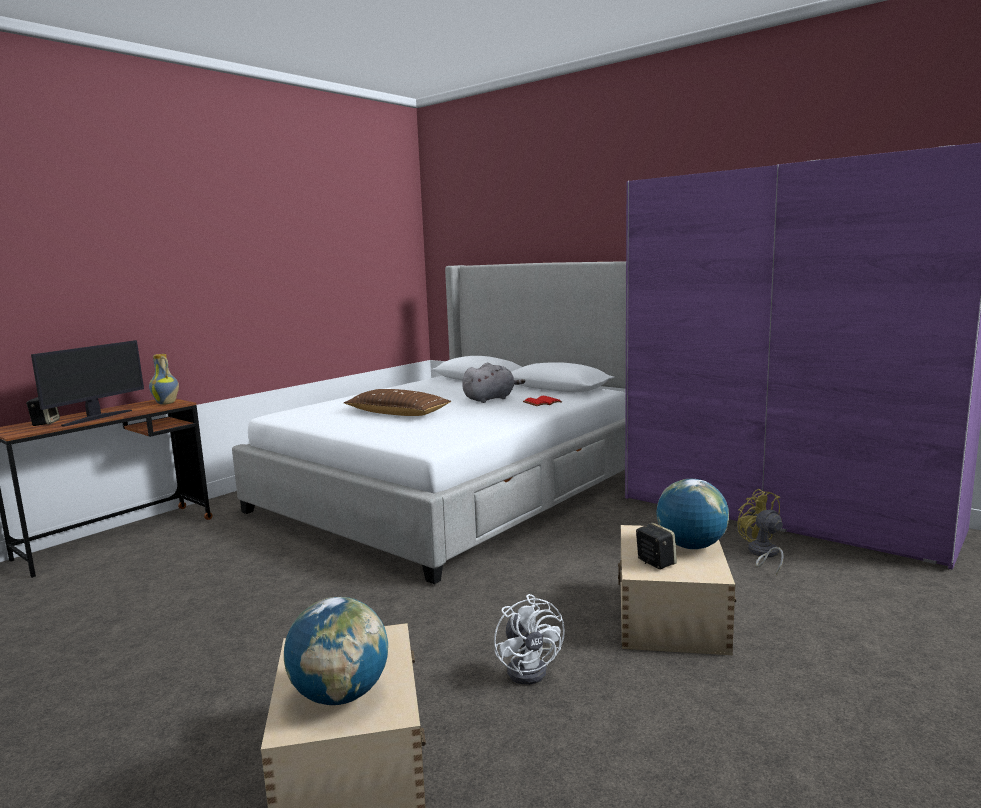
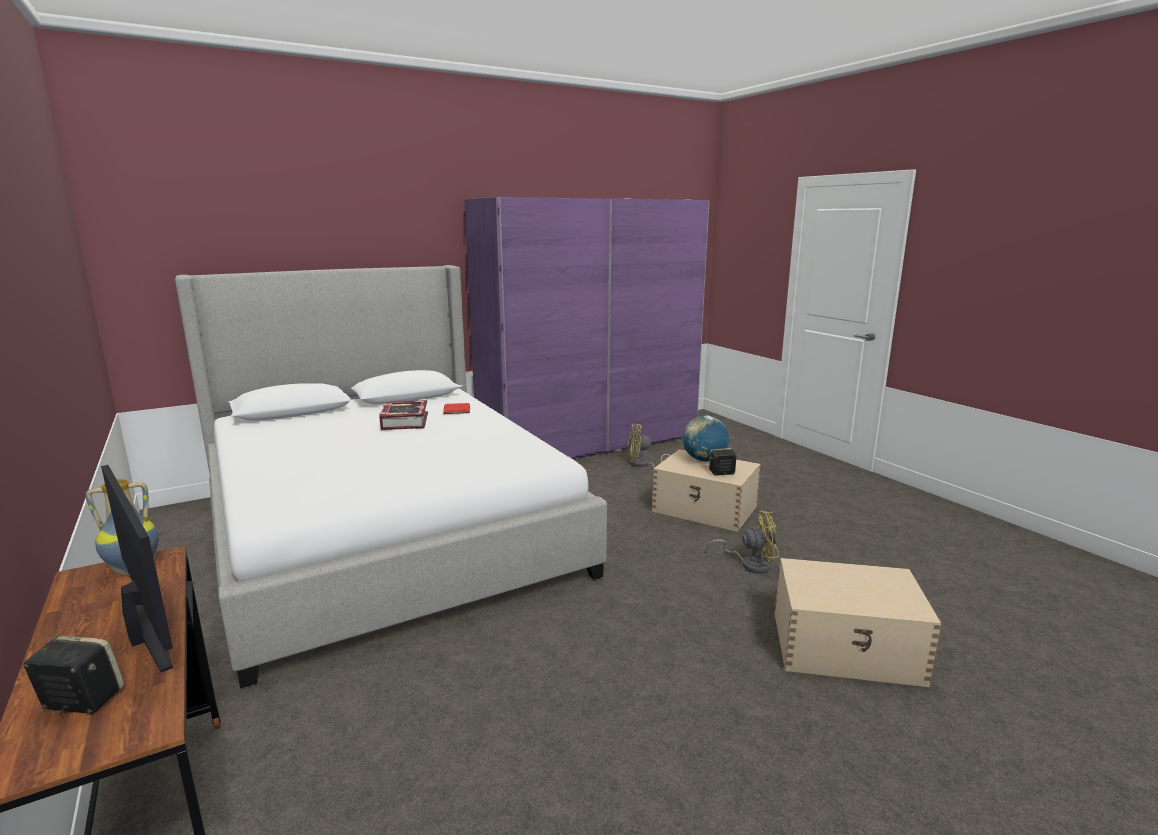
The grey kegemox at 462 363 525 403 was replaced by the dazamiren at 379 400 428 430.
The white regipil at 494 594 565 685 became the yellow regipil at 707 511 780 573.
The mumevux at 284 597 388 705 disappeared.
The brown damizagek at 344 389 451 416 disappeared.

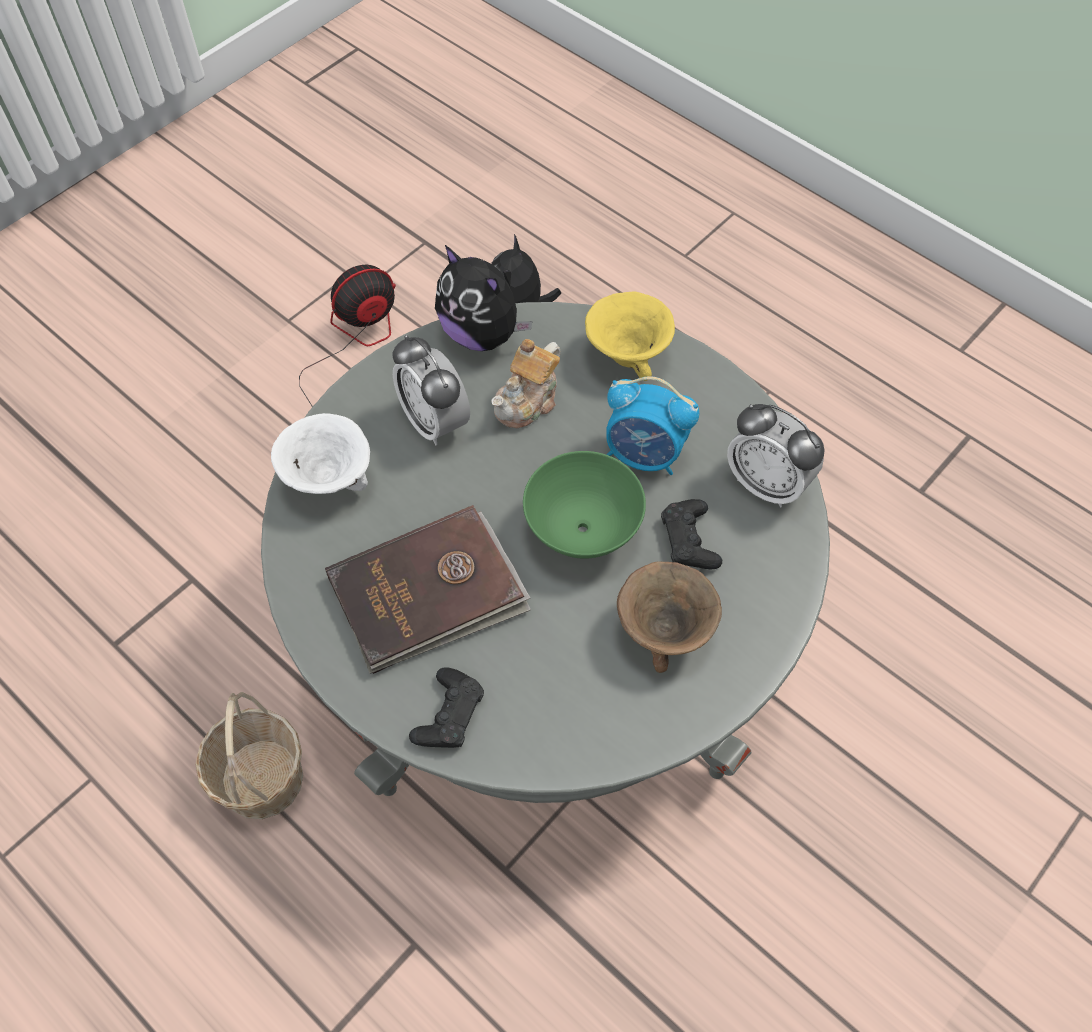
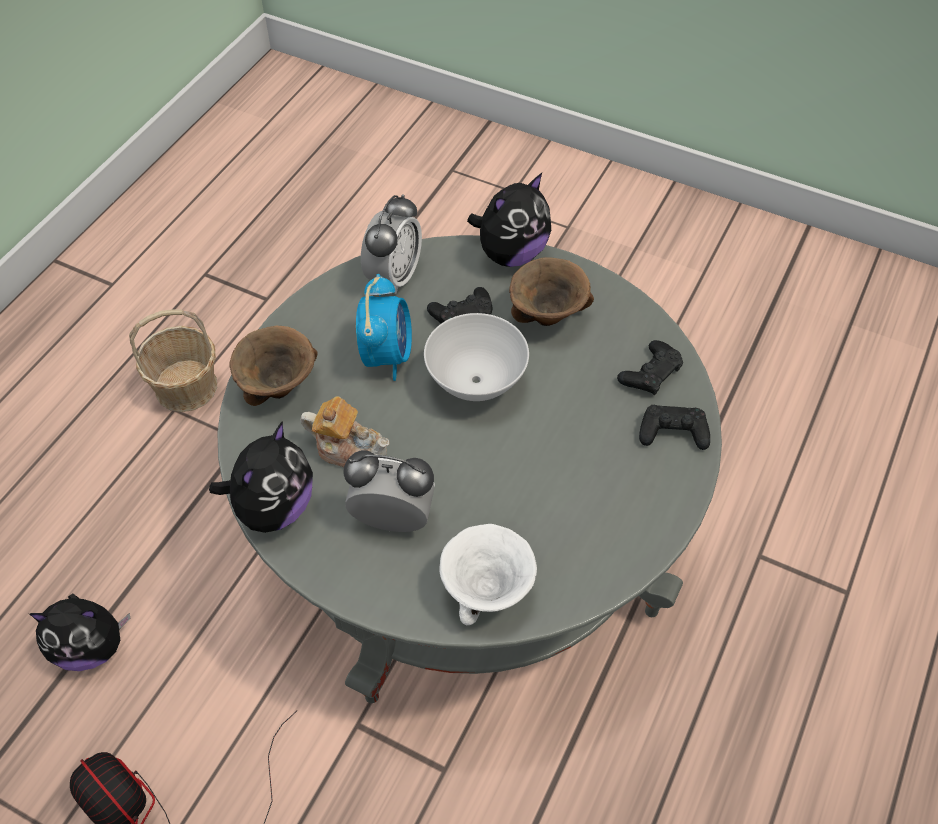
The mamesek moved from 195 692 303 819 to 129 309 217 412.
The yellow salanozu at 585 291 675 381 became the brown salanozu at 229 325 318 406.
The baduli at 393 335 470 445 turned 120 degrees counterclockwise.
The green salanozu at 523 451 646 559 became the white salanozu at 424 313 529 401.
The kegemox at 467 173 551 267 appeared.
The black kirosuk at 617 340 683 395 appeared.
The brown dazamiren at 325 505 531 674 disappeared.

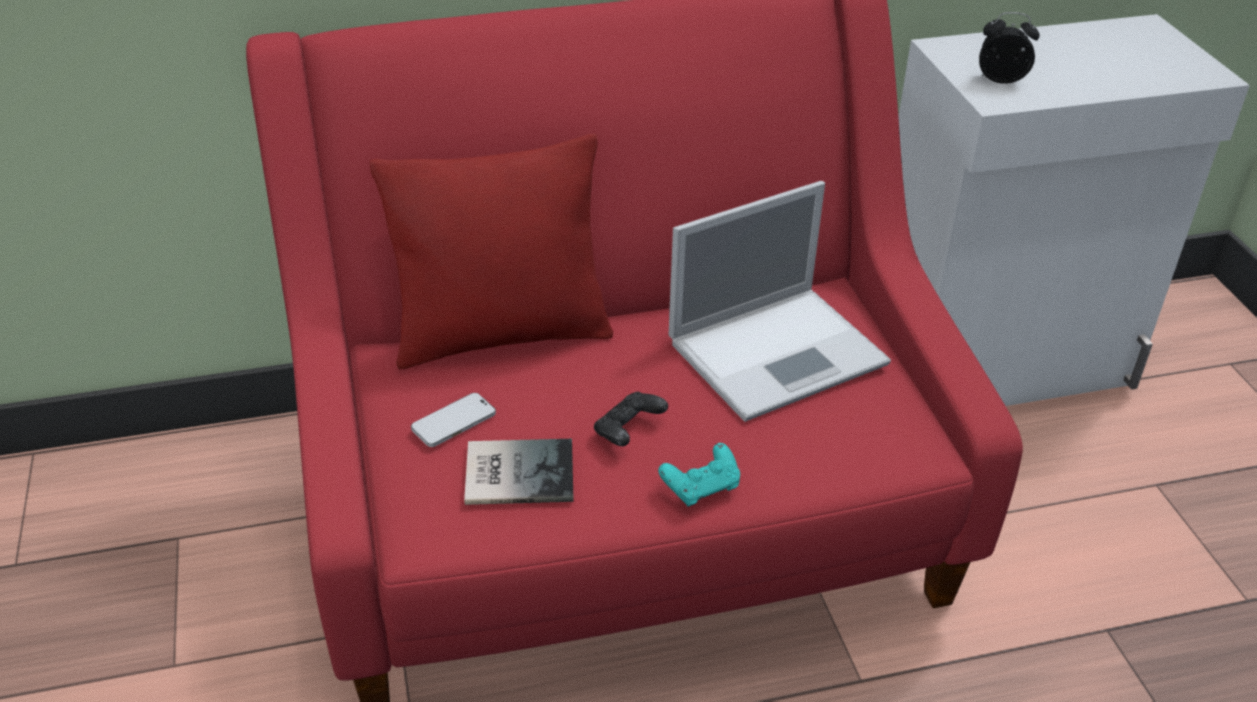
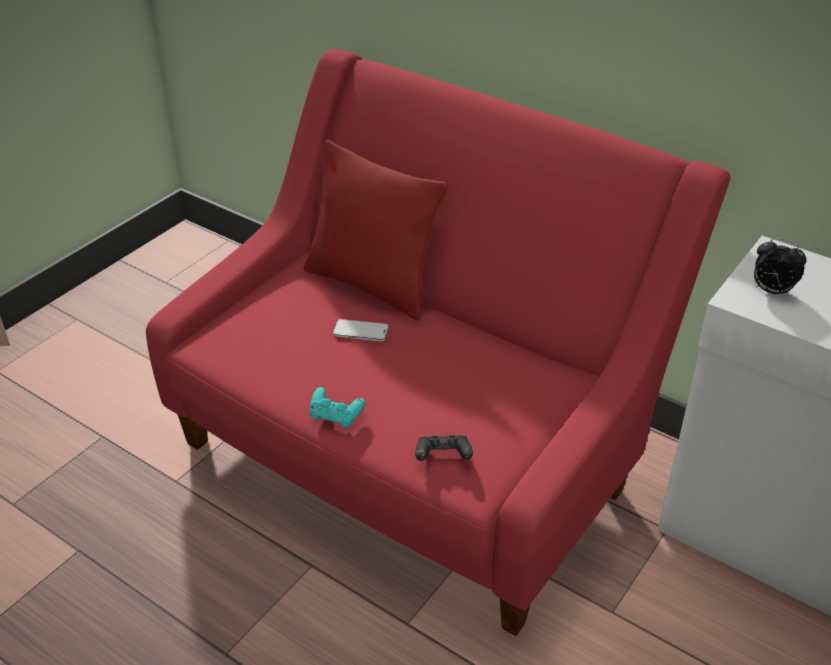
The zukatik moved from 411 393 496 447 to 333 319 389 342.
The black kirosuk moved from 594 392 668 446 to 415 435 473 461.
The baduli at 979 12 1040 84 turned 150 degrees clockwise.
The dazamiren at 464 439 574 505 disappeared.
The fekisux at 669 181 891 422 disappeared.

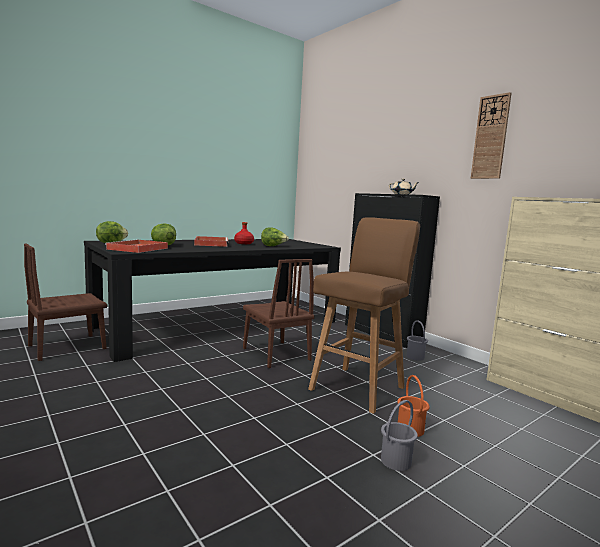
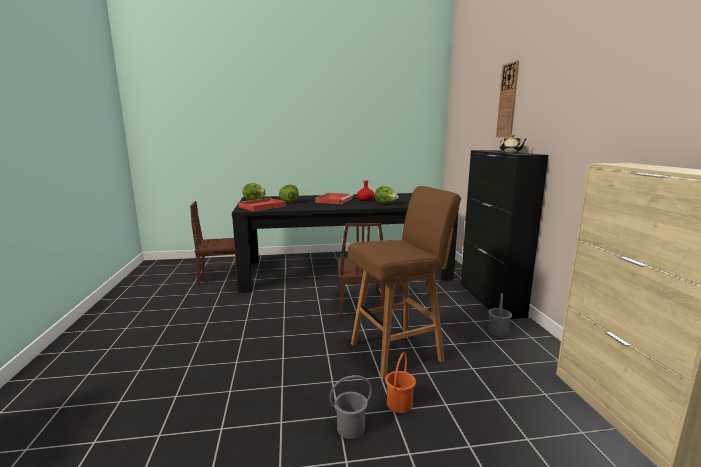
The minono moved from 471 92 511 179 to 496 61 519 137.

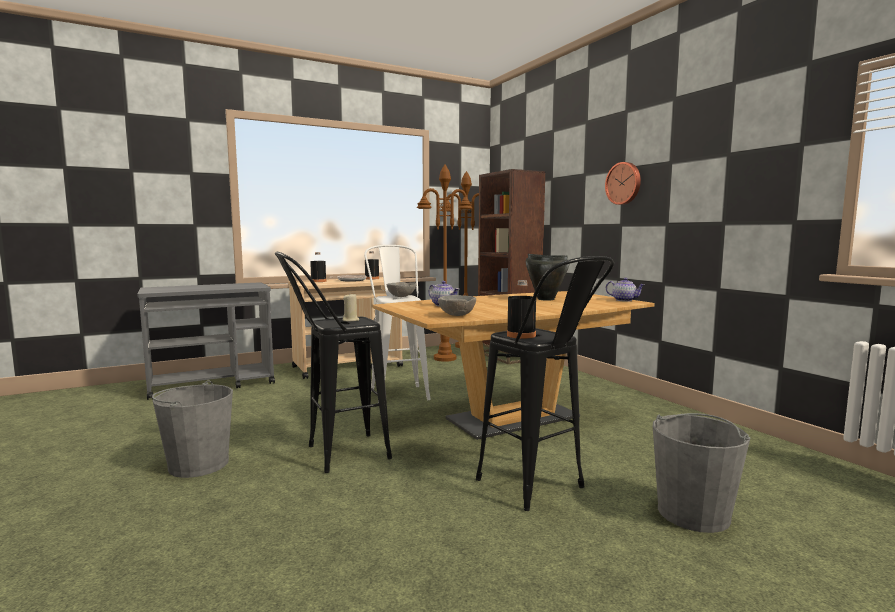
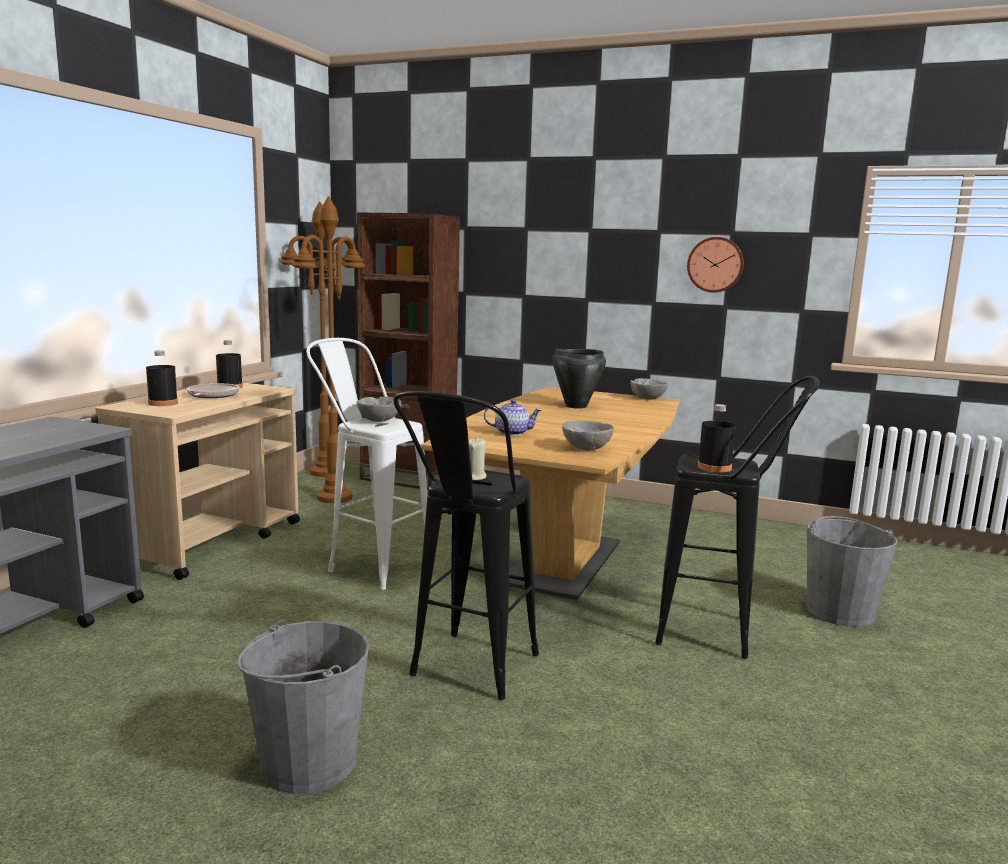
The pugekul at 606 278 644 302 was replaced by the grey salanozu at 630 378 668 400.
The minono moved from 605 162 641 205 to 687 237 744 293.

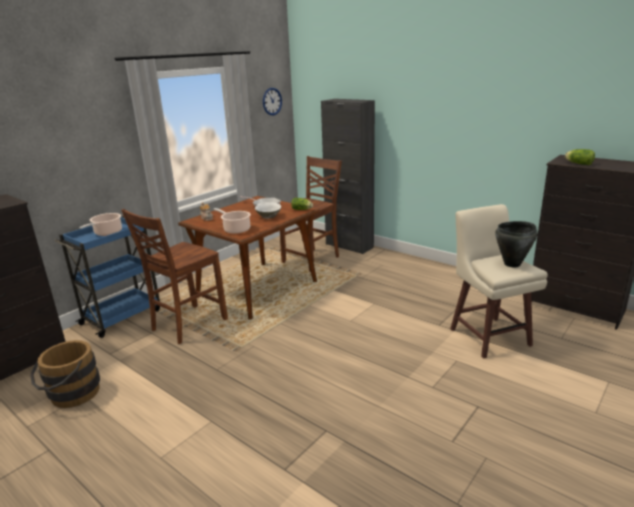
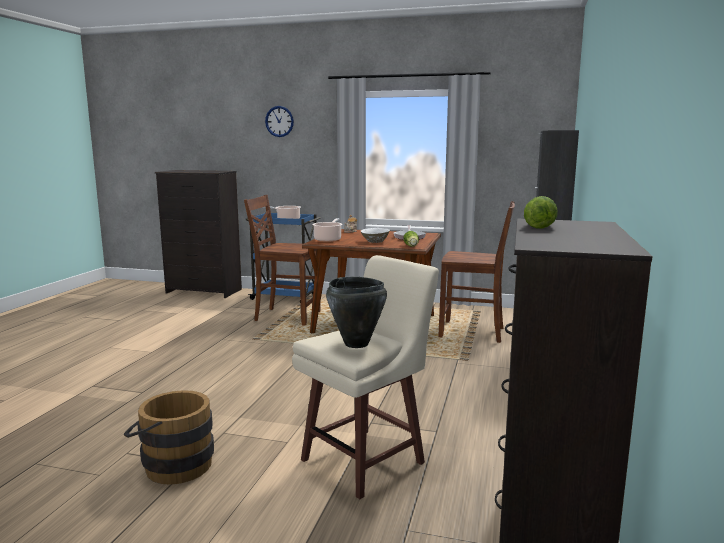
The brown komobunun moved from 30 340 100 408 to 124 390 214 485.
The minono moved from 263 88 282 115 to 265 106 294 137.

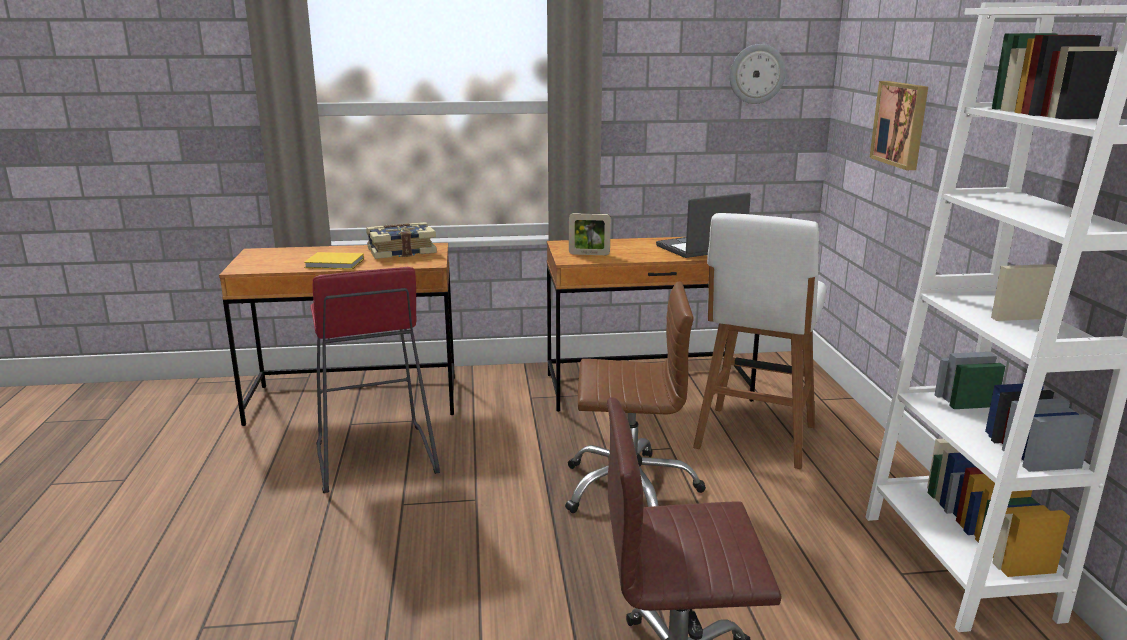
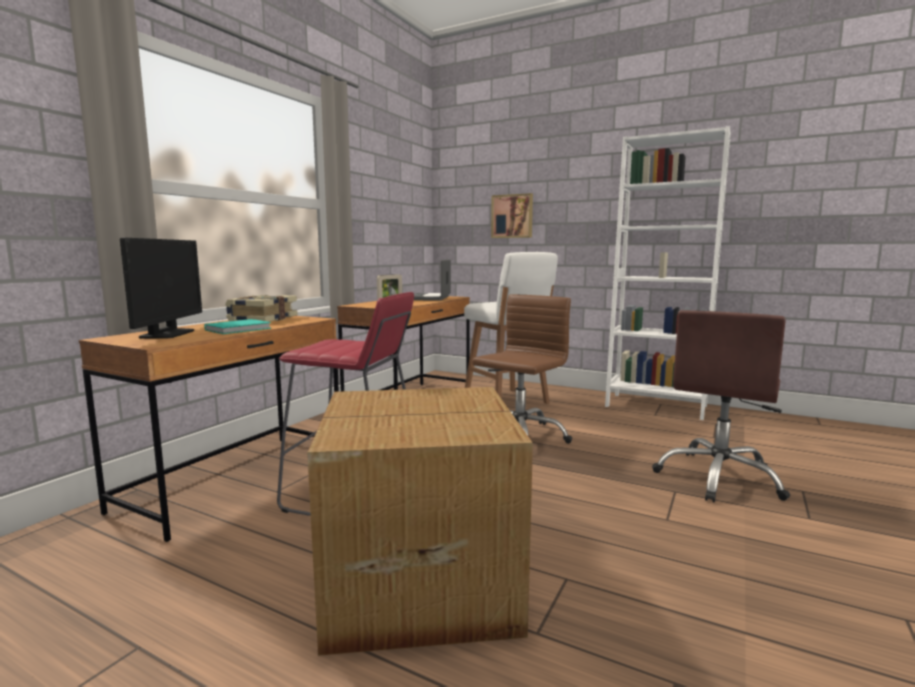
The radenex at 120 238 202 339 appeared.
The yellow dazamiren at 304 252 364 269 became the turquoise dazamiren at 204 319 271 334.
The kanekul at 307 387 533 656 appeared.
The minono at 730 44 786 104 disappeared.

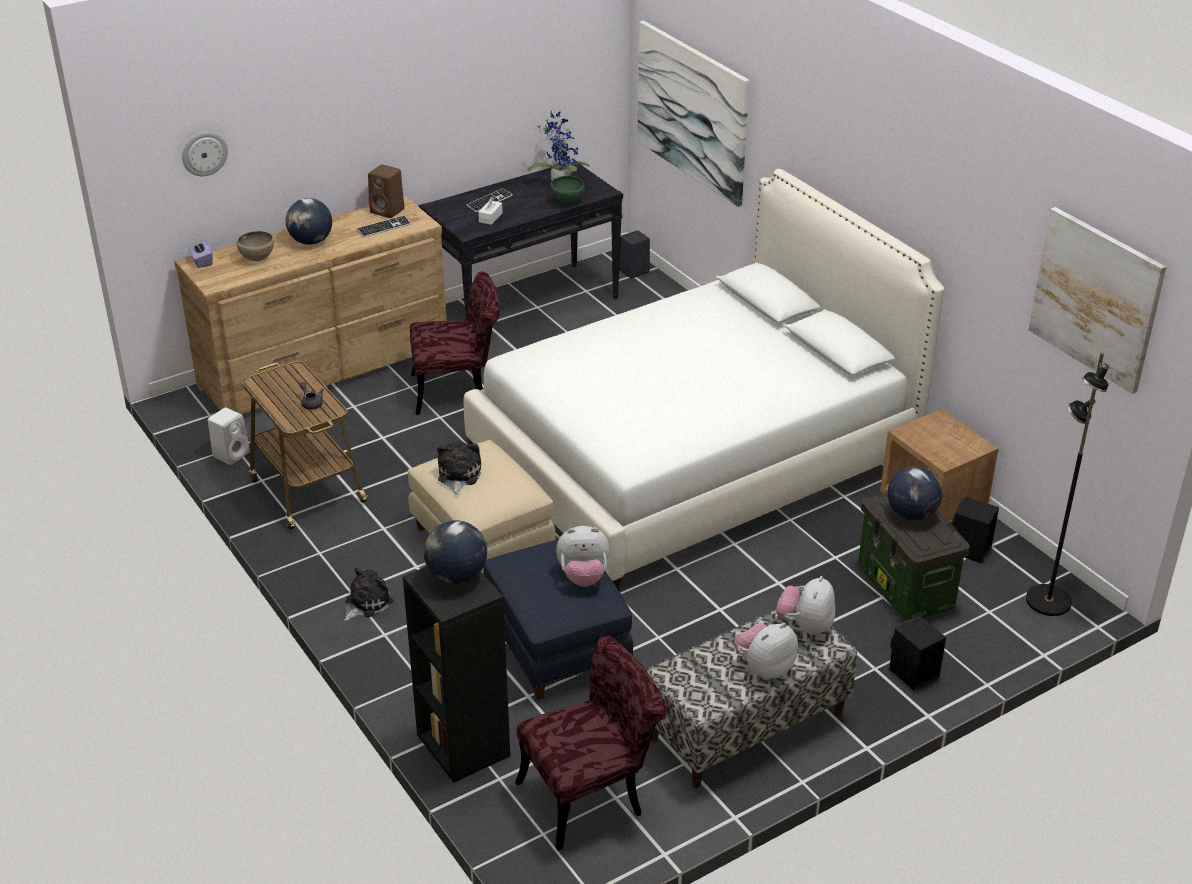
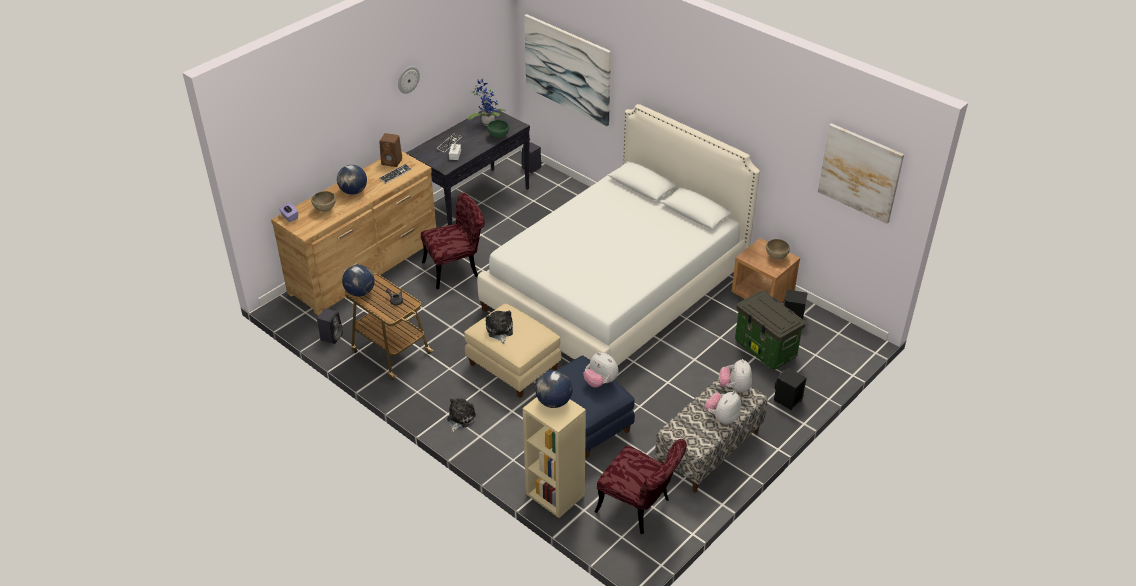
The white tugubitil at 207 408 250 465 became the black tugubitil at 317 308 343 344.
The mumevux moved from 887 466 942 520 to 342 265 375 297.
The minono moved from 182 132 228 176 to 398 66 420 94.
The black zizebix at 403 566 510 783 became the beige zizebix at 523 397 586 518.
The kegemox at 556 526 610 587 turned 60 degrees clockwise.
The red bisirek at 515 636 667 851 turned 75 degrees clockwise.
The brown salanozu at 766 239 790 259 appeared.
The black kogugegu at 1026 353 1109 616 disappeared.

